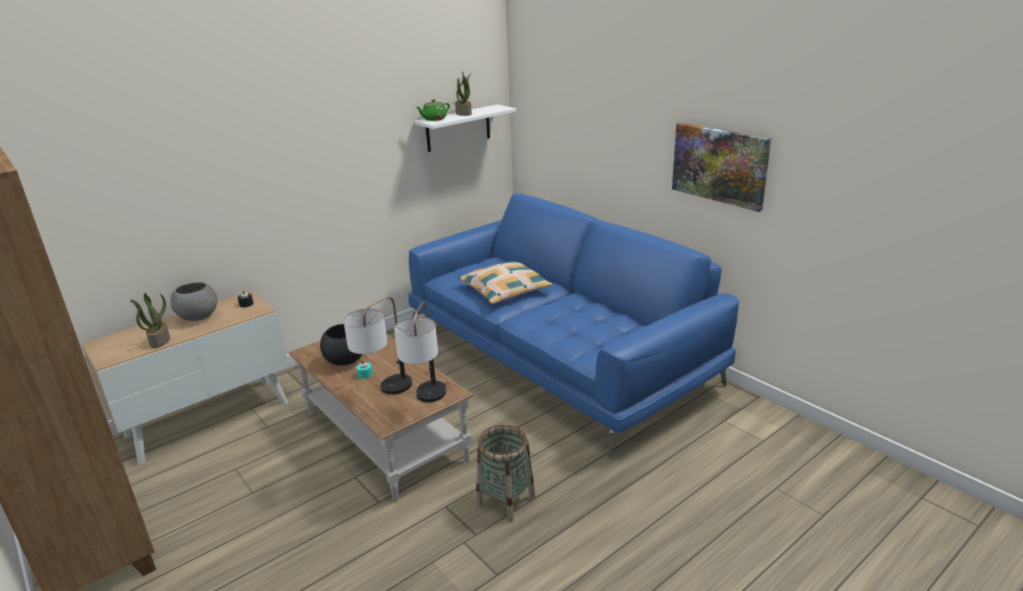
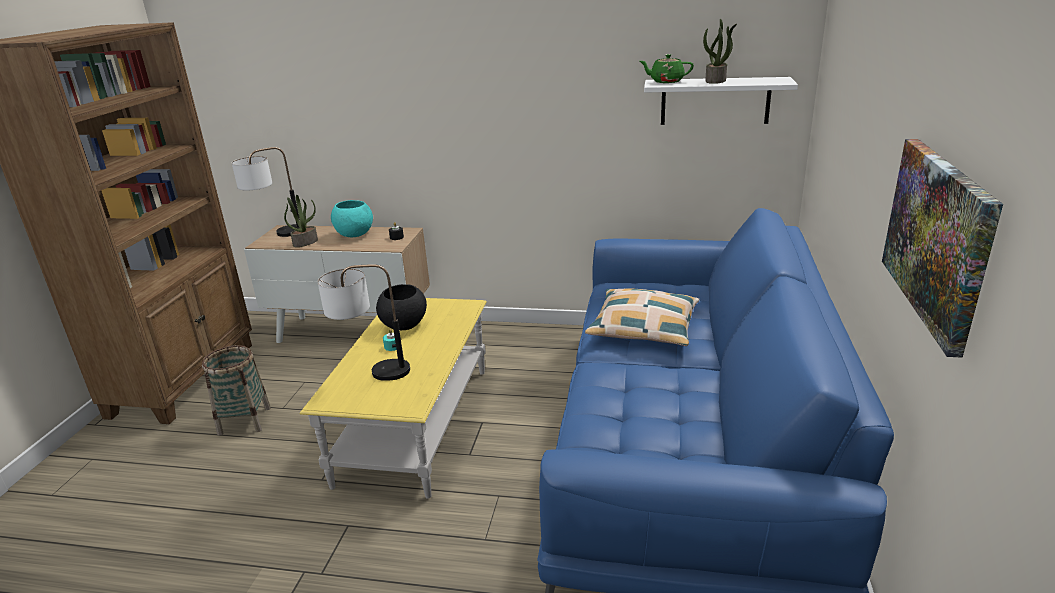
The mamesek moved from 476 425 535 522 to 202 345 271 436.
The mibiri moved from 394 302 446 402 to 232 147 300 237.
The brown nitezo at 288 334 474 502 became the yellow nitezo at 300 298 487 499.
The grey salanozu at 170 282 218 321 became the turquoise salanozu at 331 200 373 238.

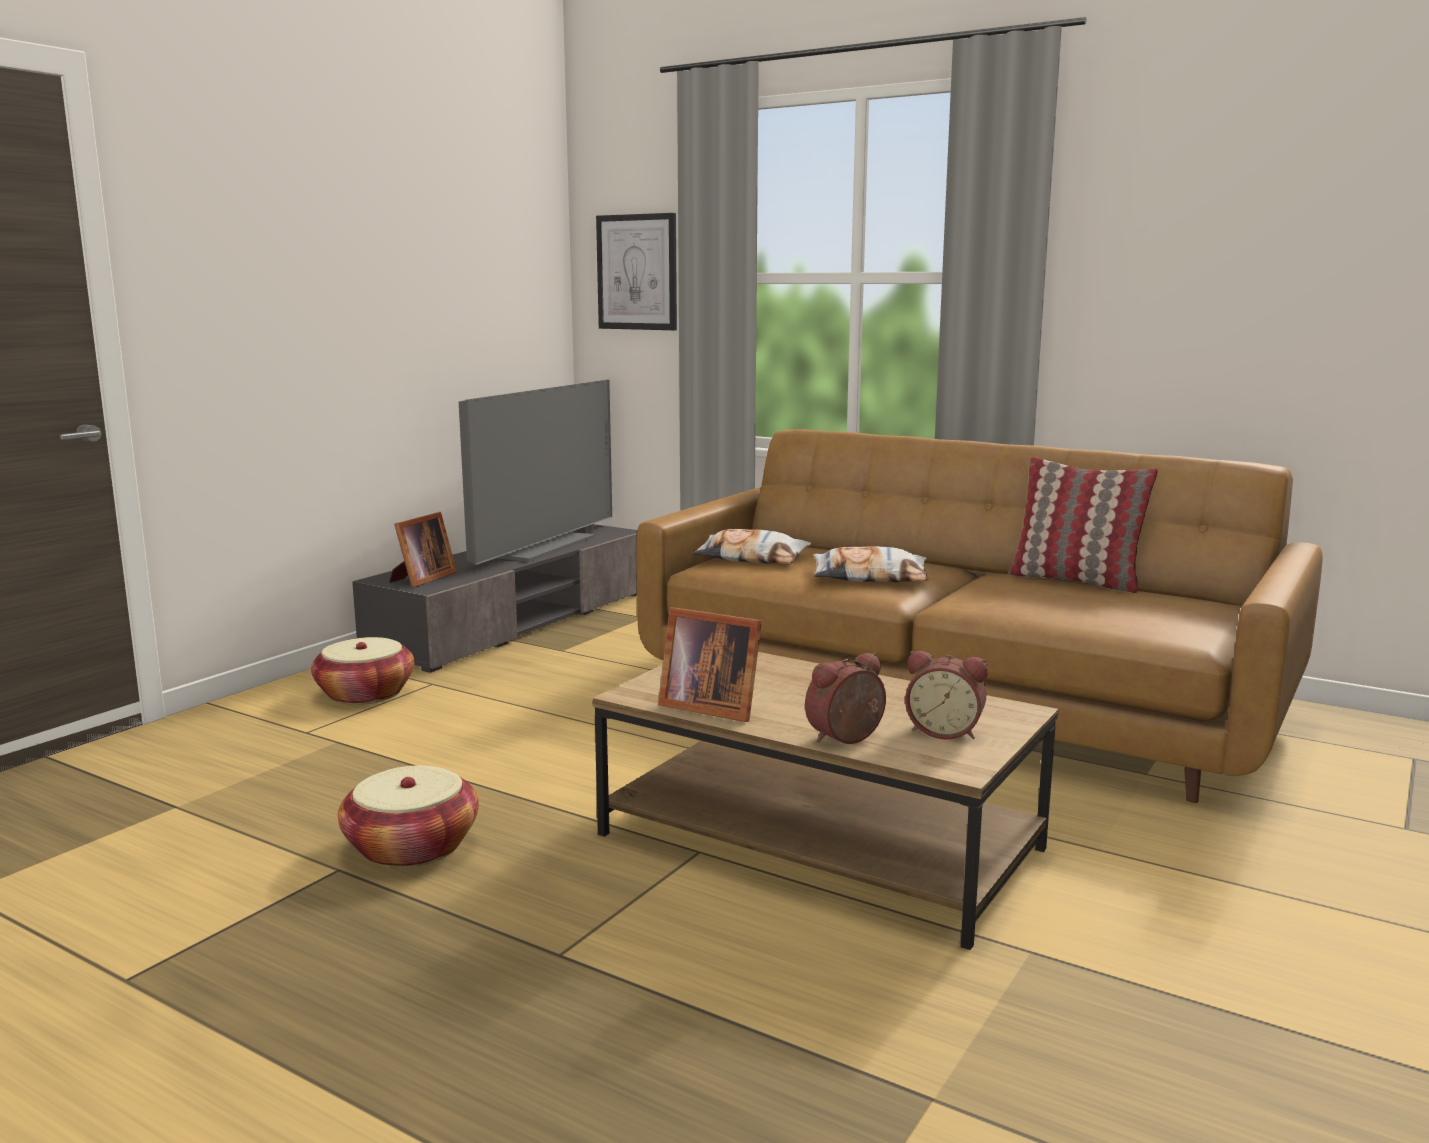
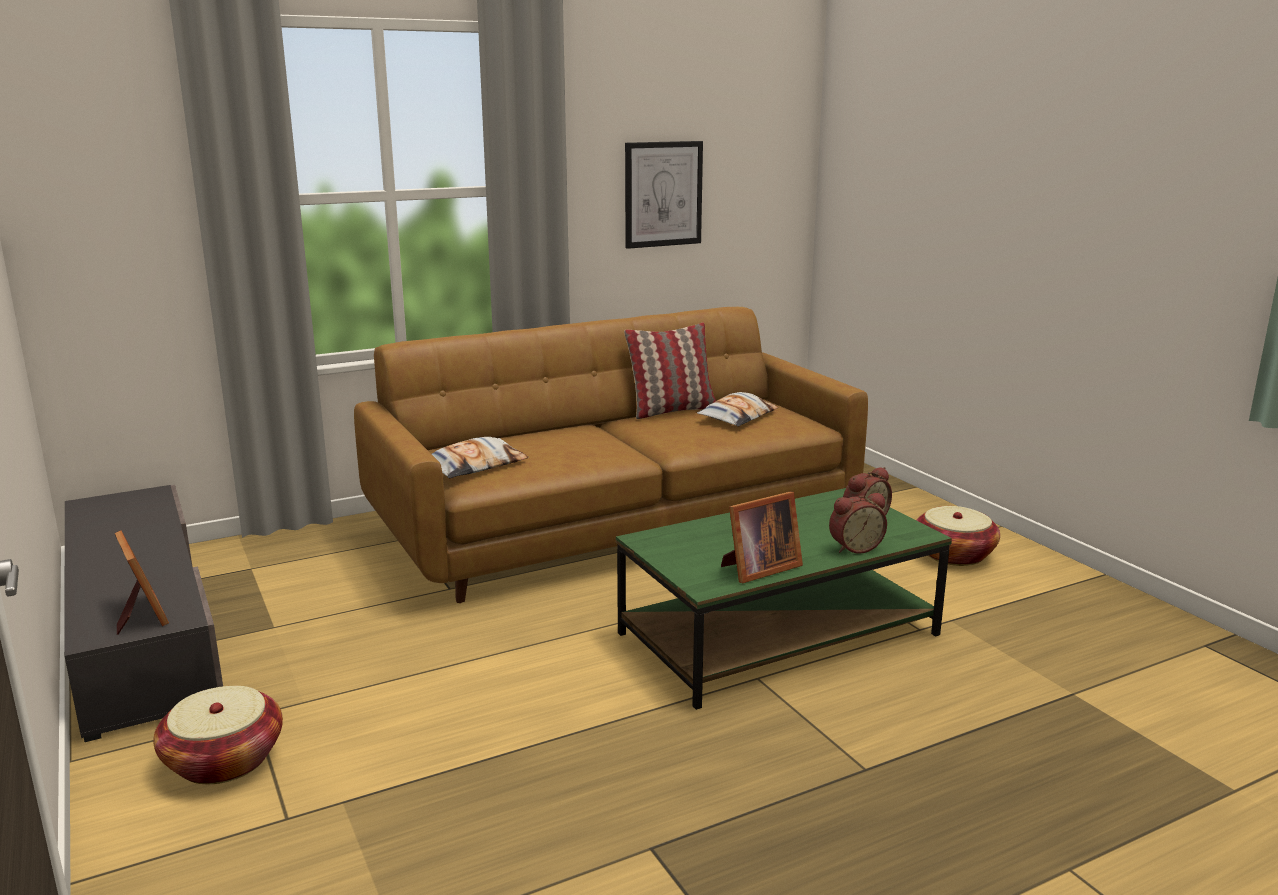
The brown nitezo at 592 652 1059 950 became the green nitezo at 616 488 952 710.
The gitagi moved from 596 213 677 330 to 625 141 703 249.
The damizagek moved from 813 546 928 582 to 697 392 778 426.
The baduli at 805 652 886 744 turned 105 degrees counterclockwise.
The mamesek moved from 338 766 479 868 to 917 506 1000 566.
The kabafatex at 459 380 612 565 disappeared.

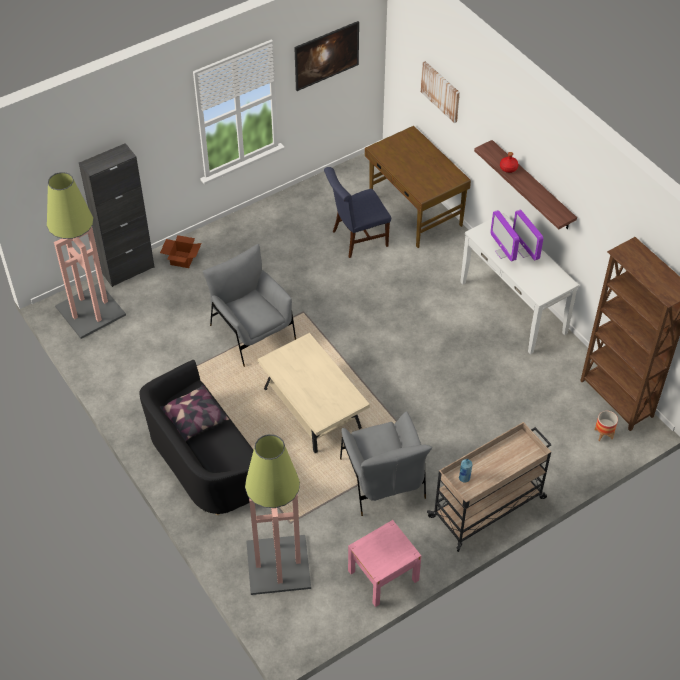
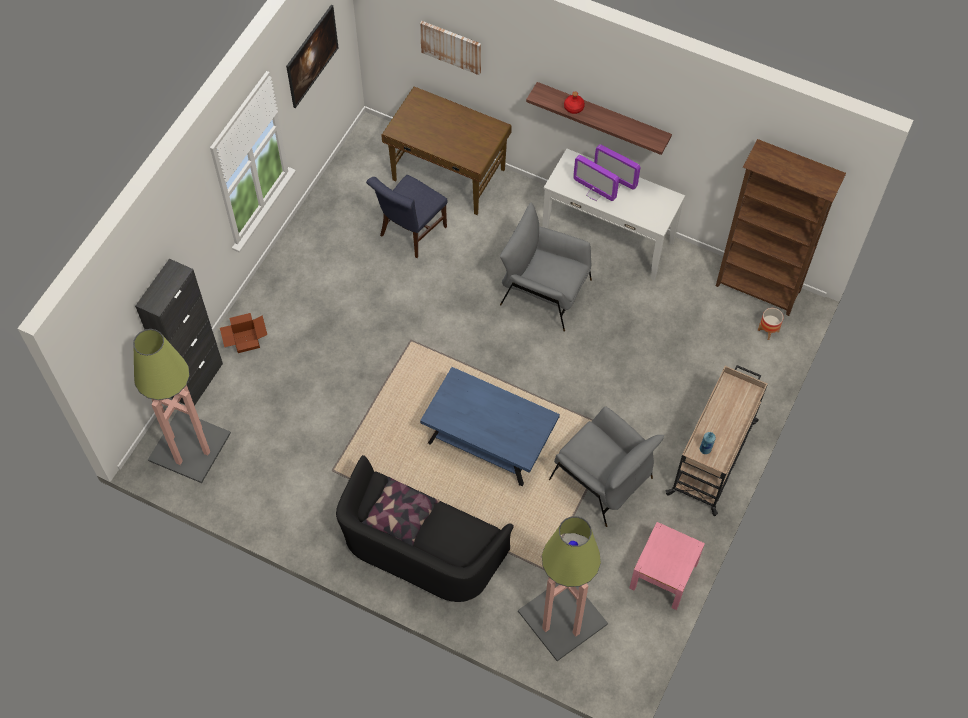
The beige nitezo at 258 333 370 453 became the blue nitezo at 420 367 560 486.
The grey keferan moved from 202 244 296 367 to 500 203 592 332.

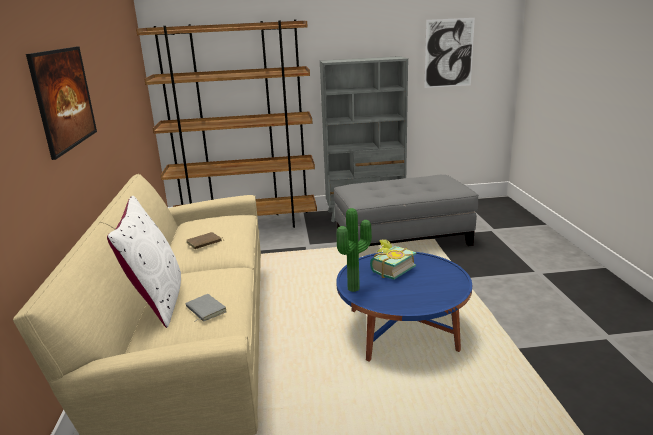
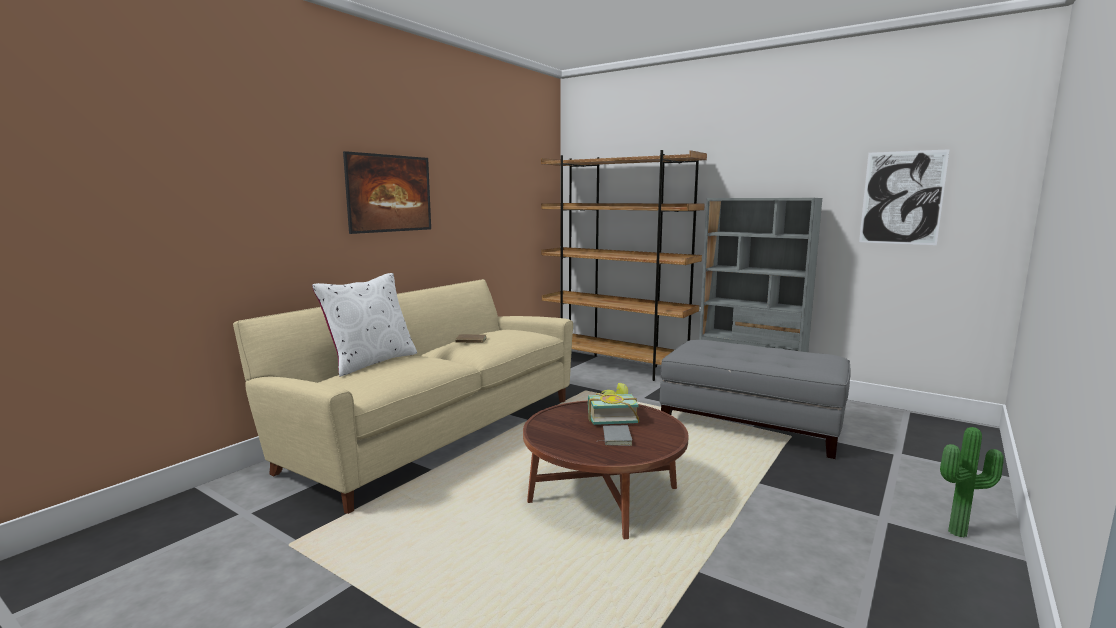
The blue nitezo at 336 252 472 361 became the brown nitezo at 523 400 689 539.
The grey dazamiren moved from 185 294 227 322 to 596 425 632 446.
The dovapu moved from 337 208 372 292 to 940 427 1004 537.

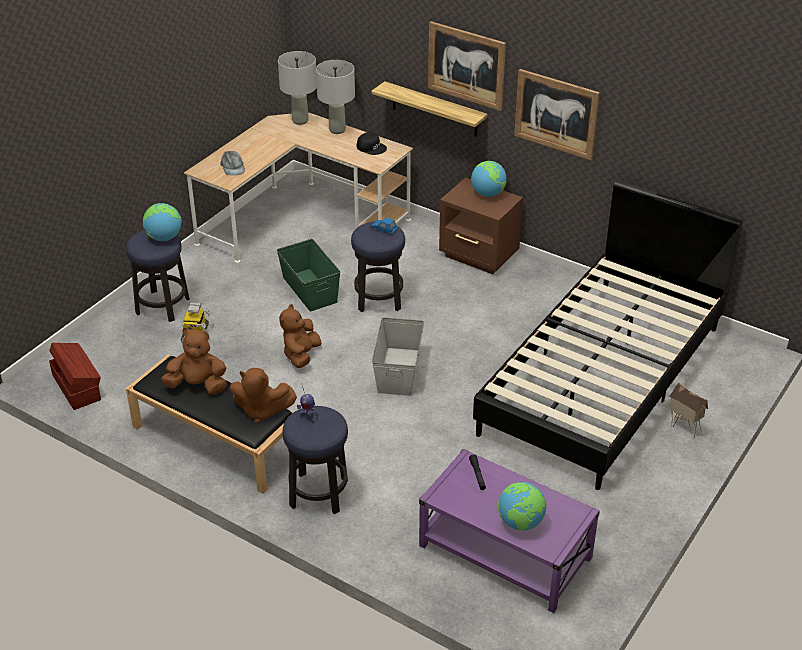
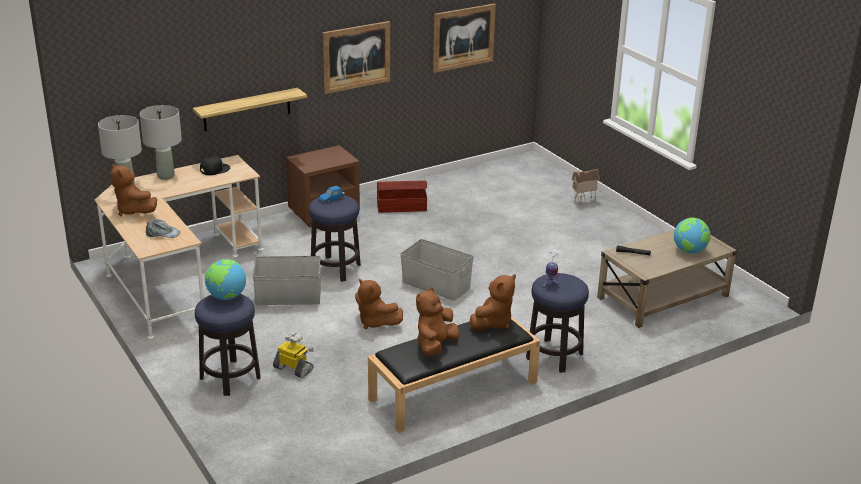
The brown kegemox at 110 164 157 216 appeared.
The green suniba at 277 239 340 311 became the grey suniba at 253 256 321 305.
The brown suniba moved from 49 343 101 410 to 377 180 427 213.
The gitagi moved from 428 21 506 111 to 433 4 496 73.
The purple nitezo at 419 449 600 613 became the beige nitezo at 597 229 737 328.
The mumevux at 471 161 507 197 disappeared.
The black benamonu at 473 180 743 490 disappeared.

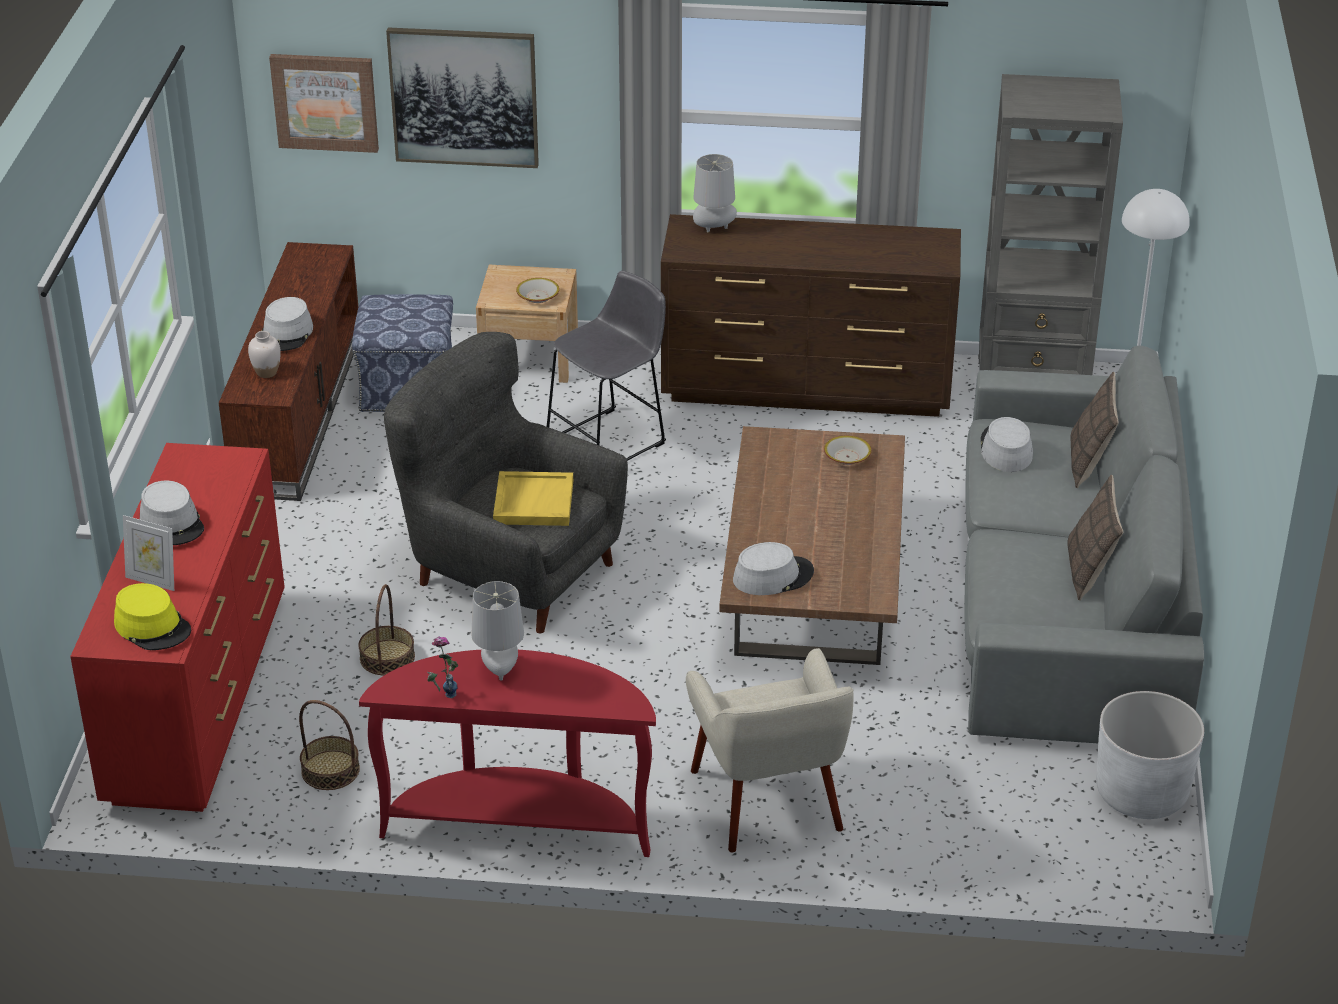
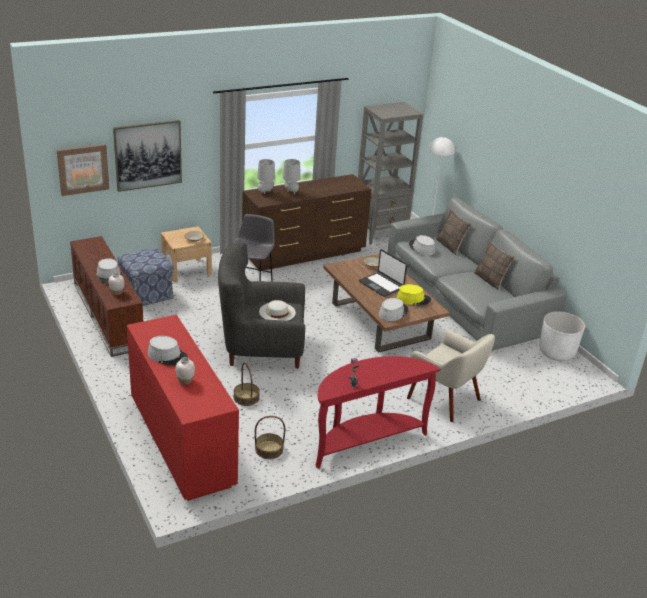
The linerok at 123 515 174 591 was replaced by the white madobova at 176 357 195 385.
The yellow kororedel at 493 471 573 526 was replaced by the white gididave at 259 300 296 321.
The grey mibiri moved from 471 581 524 681 to 283 159 301 195.
The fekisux at 359 249 407 297 appeared.
The yellow gididave moved from 114 583 191 650 to 396 284 431 306.

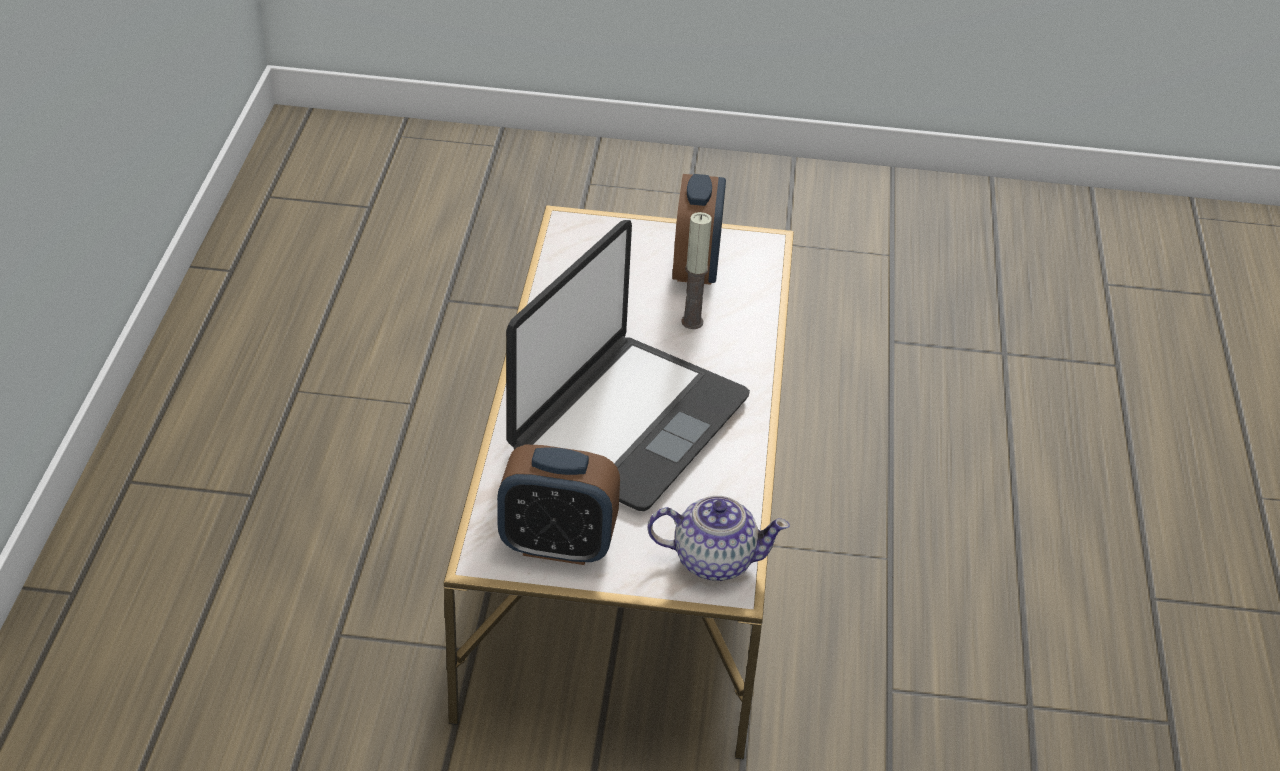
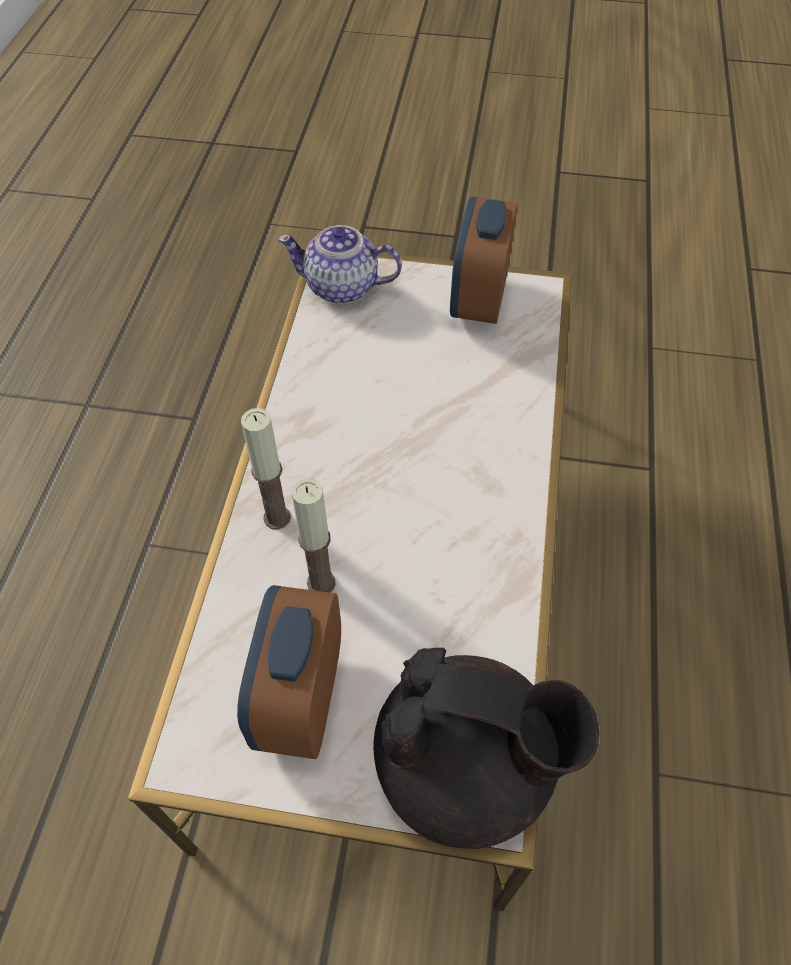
The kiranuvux at 241 408 291 530 appeared.
The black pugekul at 373 648 599 849 appeared.
The baduli at 497 445 620 565 turned 90 degrees counterclockwise.
The fekisux at 506 220 750 511 disappeared.

